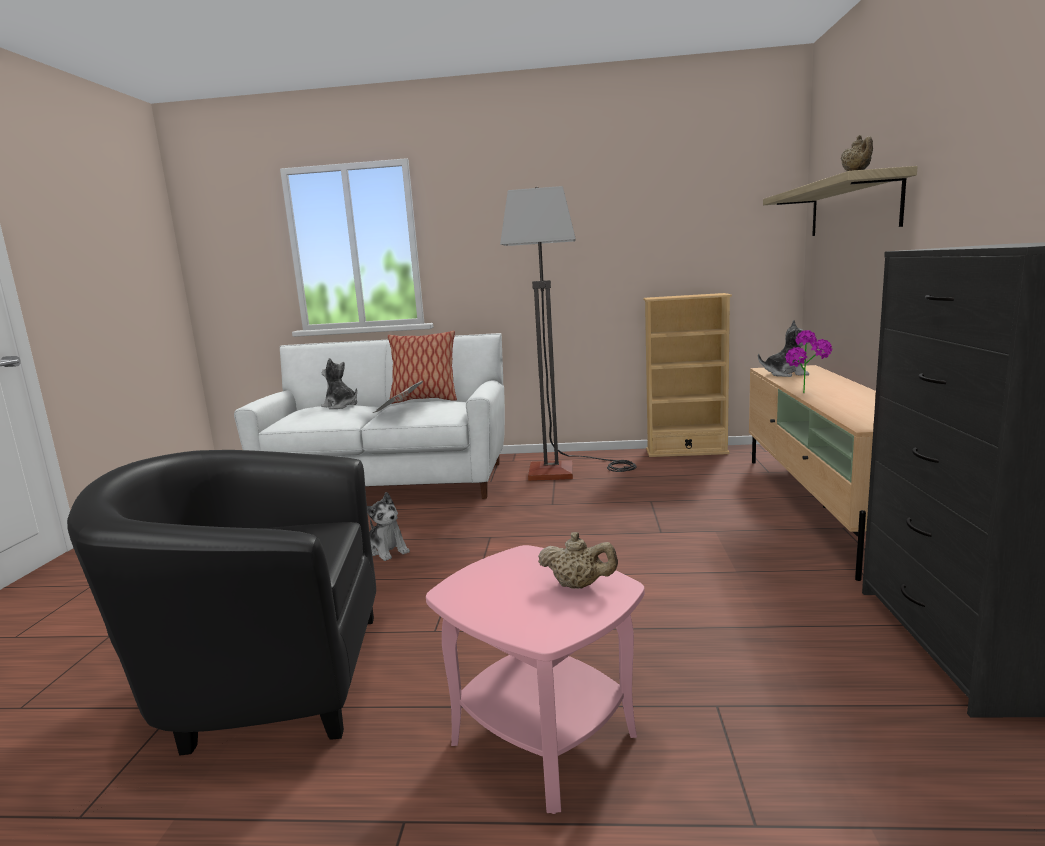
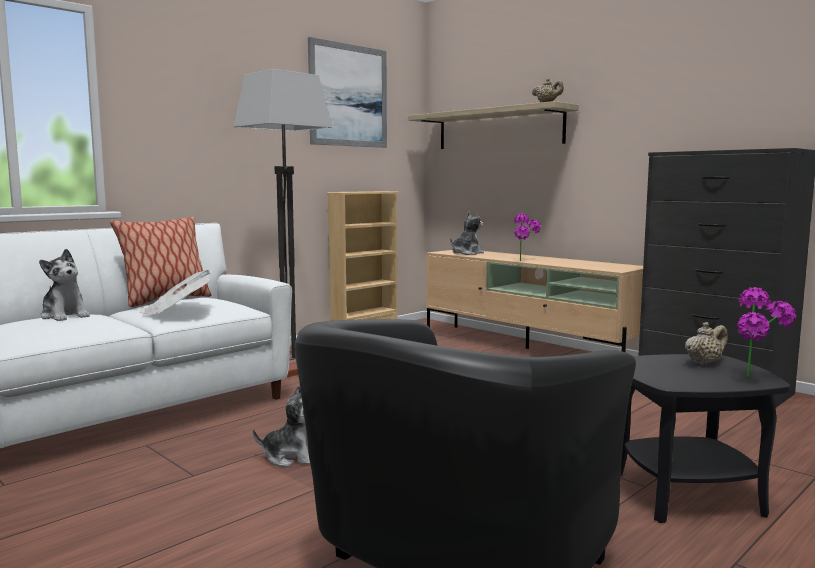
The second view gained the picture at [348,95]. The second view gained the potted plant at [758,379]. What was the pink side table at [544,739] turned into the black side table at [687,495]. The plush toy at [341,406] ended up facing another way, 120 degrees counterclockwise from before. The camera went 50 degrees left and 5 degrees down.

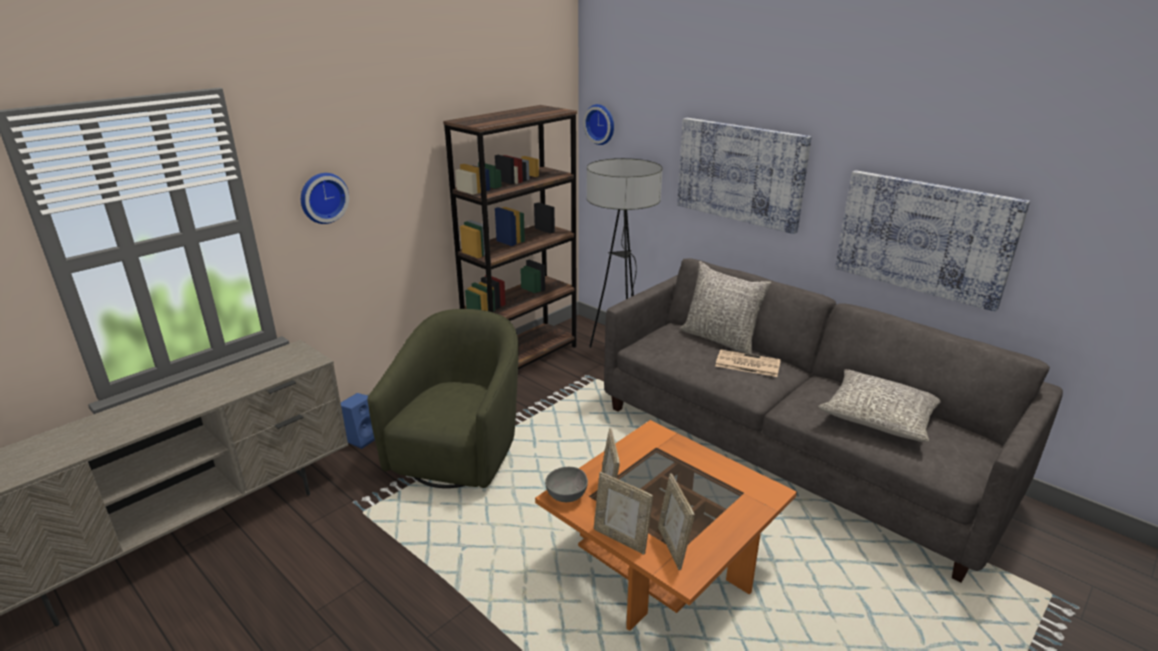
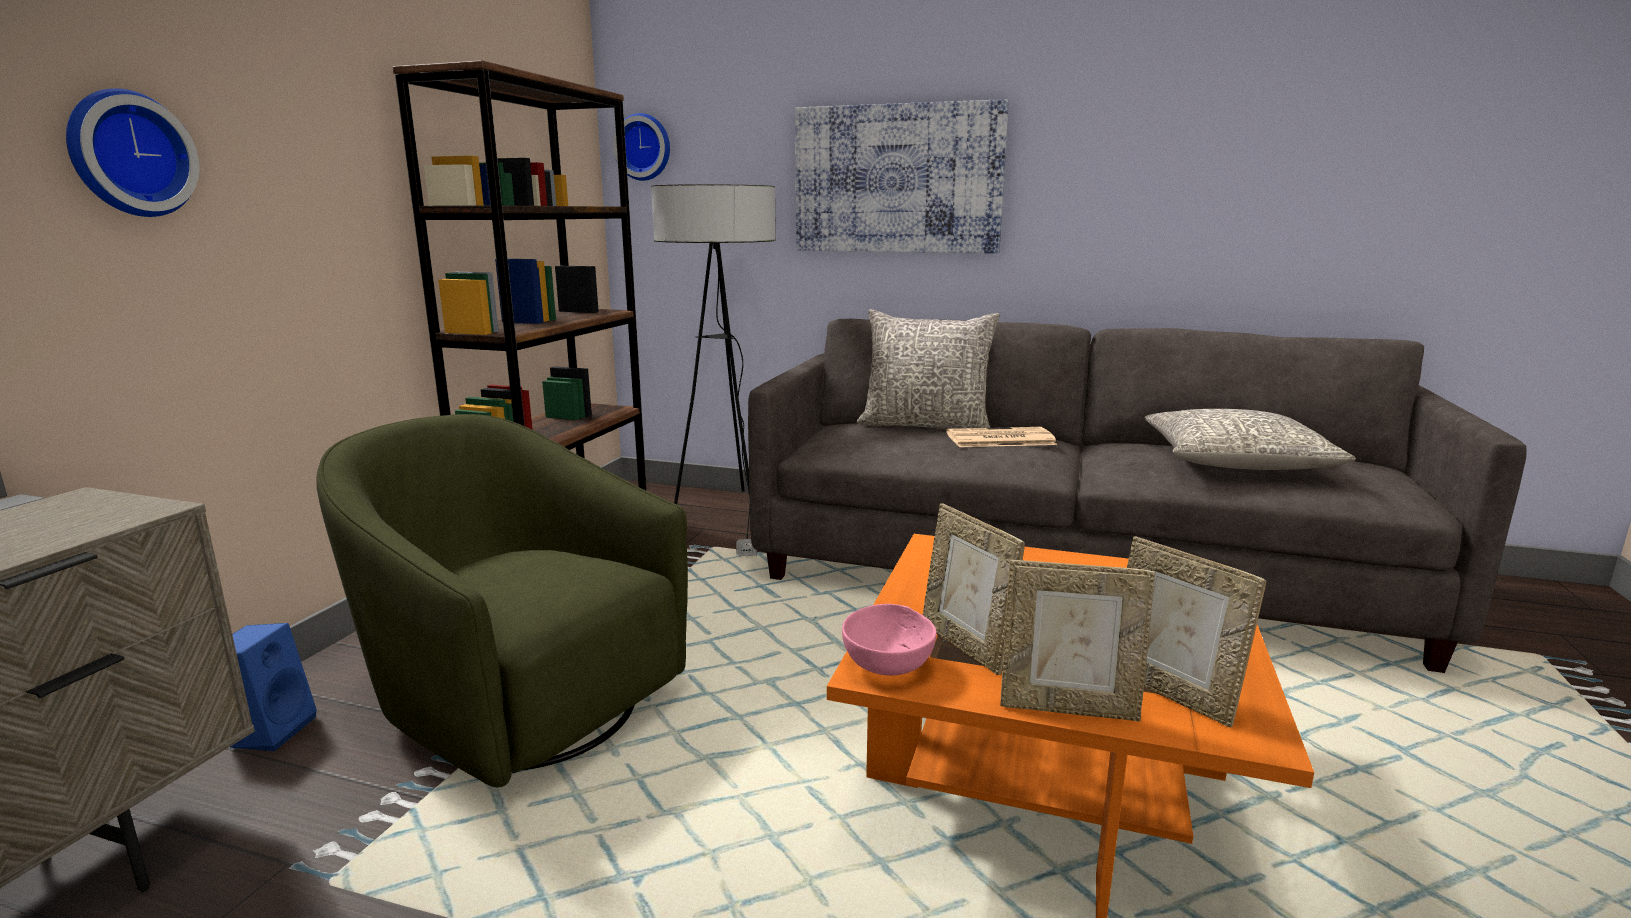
The second view lost the picture at [924,236]. What was the grey bowl at [568,495] turned into the pink bowl at [889,665]. The green armchair at [459,452] ended up facing another way, 45 degrees counterclockwise from before. The camera went 25 degrees left and 10 degrees down.

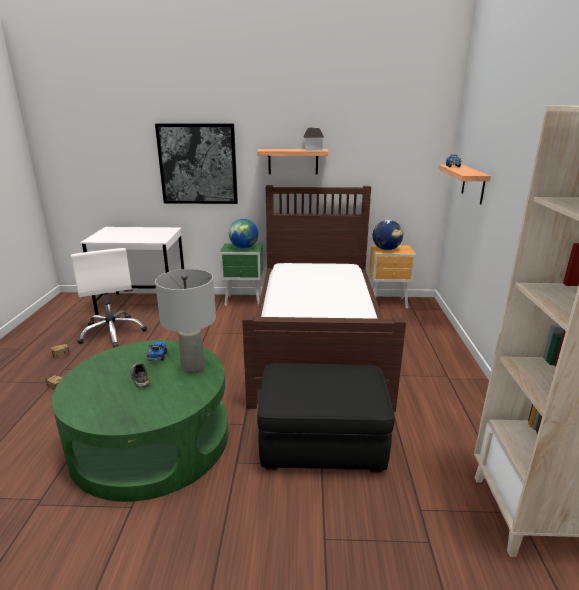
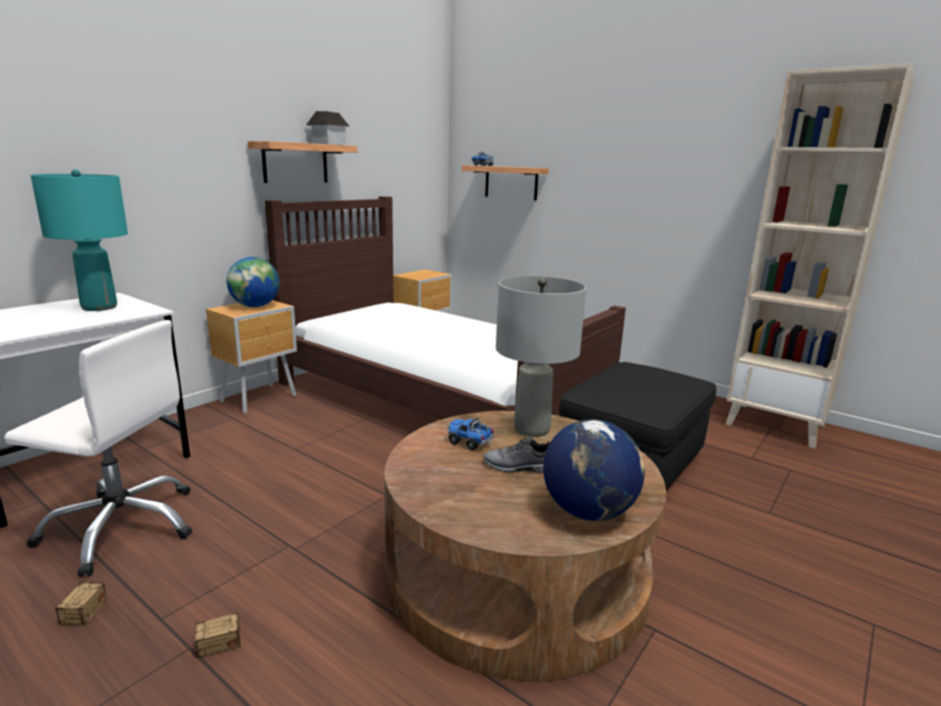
The second view lost the picture at [198,164]. The second view gained the turquoise table lamp at [99,307]. The globe ended up elsewhere, having gone from [386,249] to [588,511]. What was the green coffee table at [151,439] turned into the brown coffee table at [515,571]. What was the green nightstand at [244,301] turned into the brown nightstand at [261,399]. The camera went 55 degrees left and 5 degrees down.

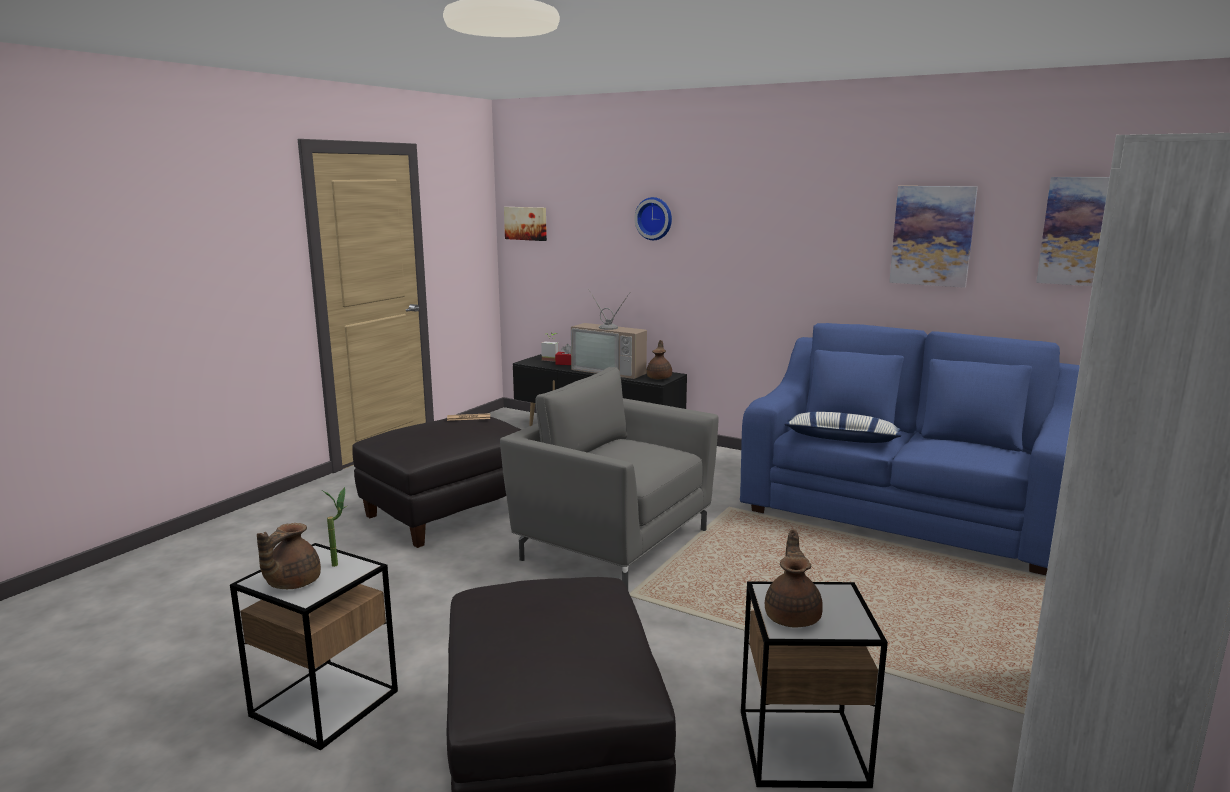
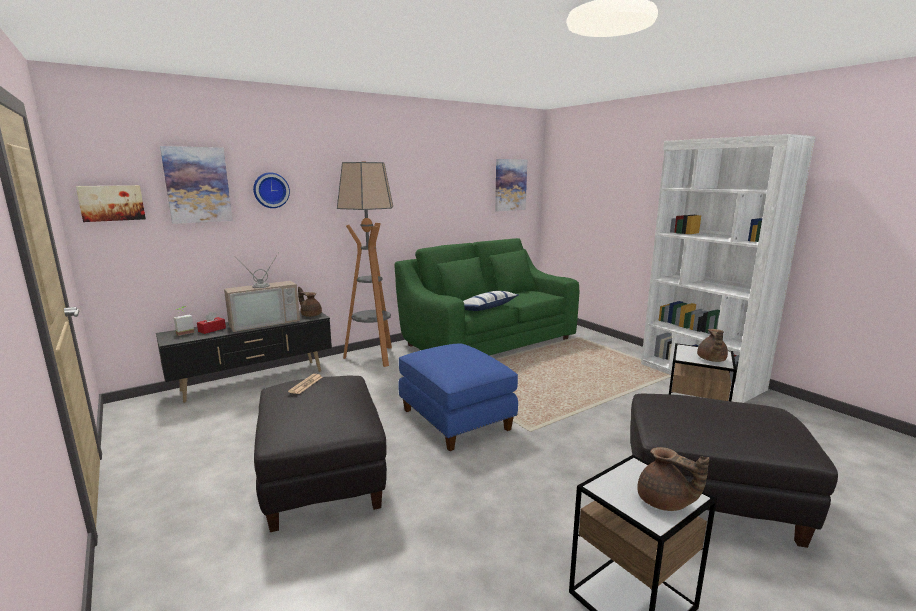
The second view lost the potted plant at [341,563]. The second view gained the floor lamp at [373,357]. The picture ended up elsewhere, having gone from [932,236] to [197,185]. Where the grey armchair stood at [613,543], the blue ottoman came to stand at [454,419]. What was the blue sofa at [903,512] turned into the green sofa at [488,341]. The brown teapot at [793,616] ended up facing another way, 105 degrees counterclockwise from before. The camera went 65 degrees left and 0 degrees up.

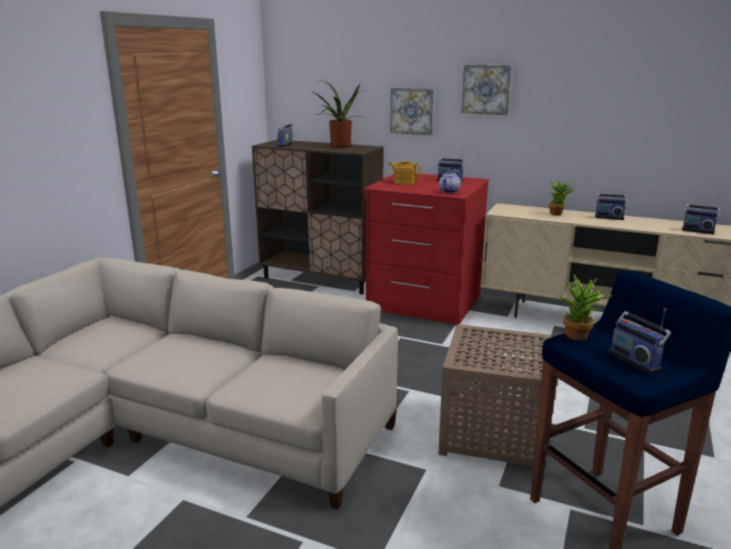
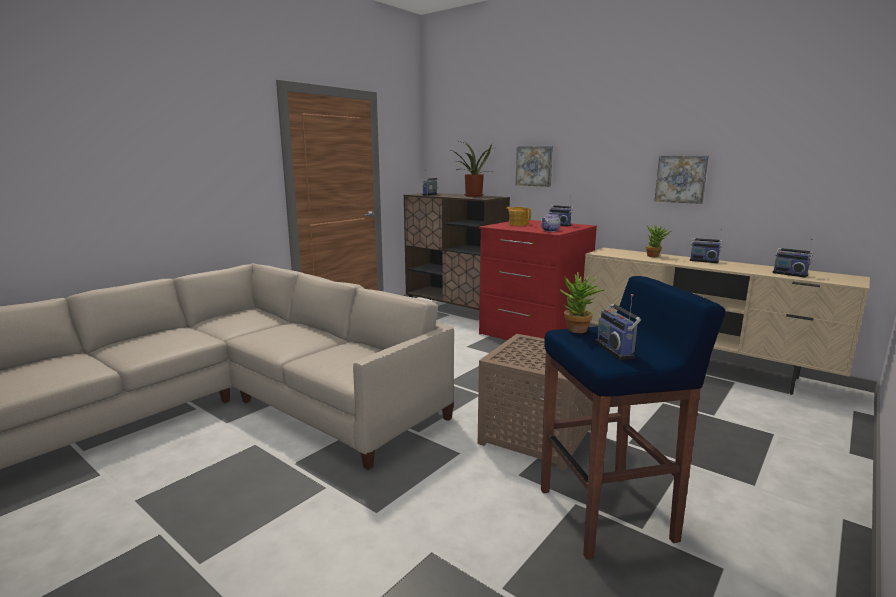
The picture ended up elsewhere, having gone from [486,89] to [681,179]. The camera went 15 degrees right and 5 degrees down.

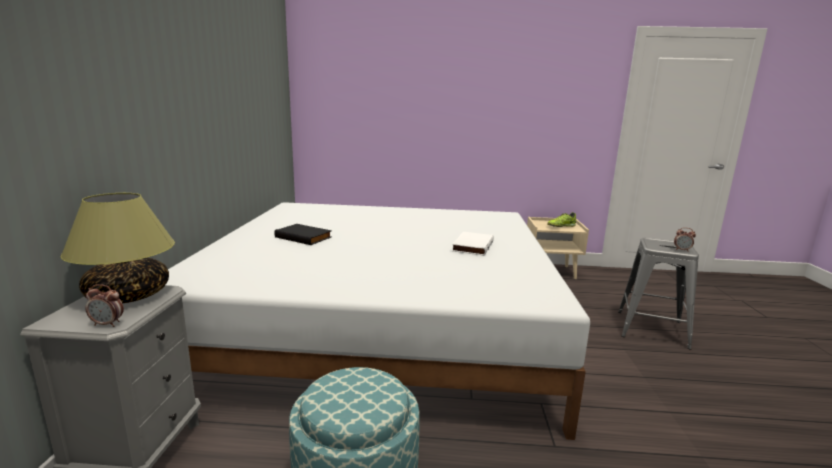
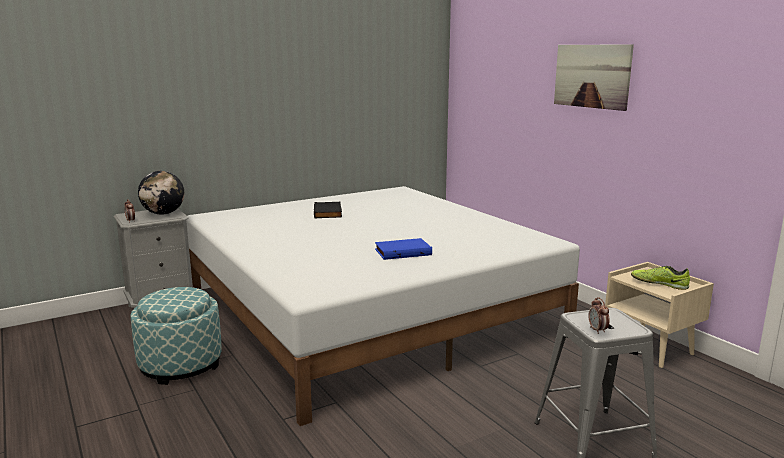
The second view gained the picture at [592,76]. Where the table lamp stood at [129,296], the globe came to stand at [163,213]. What was the white book at [472,246] turned into the blue book at [403,252]. The camera went 55 degrees right and 0 degrees up.

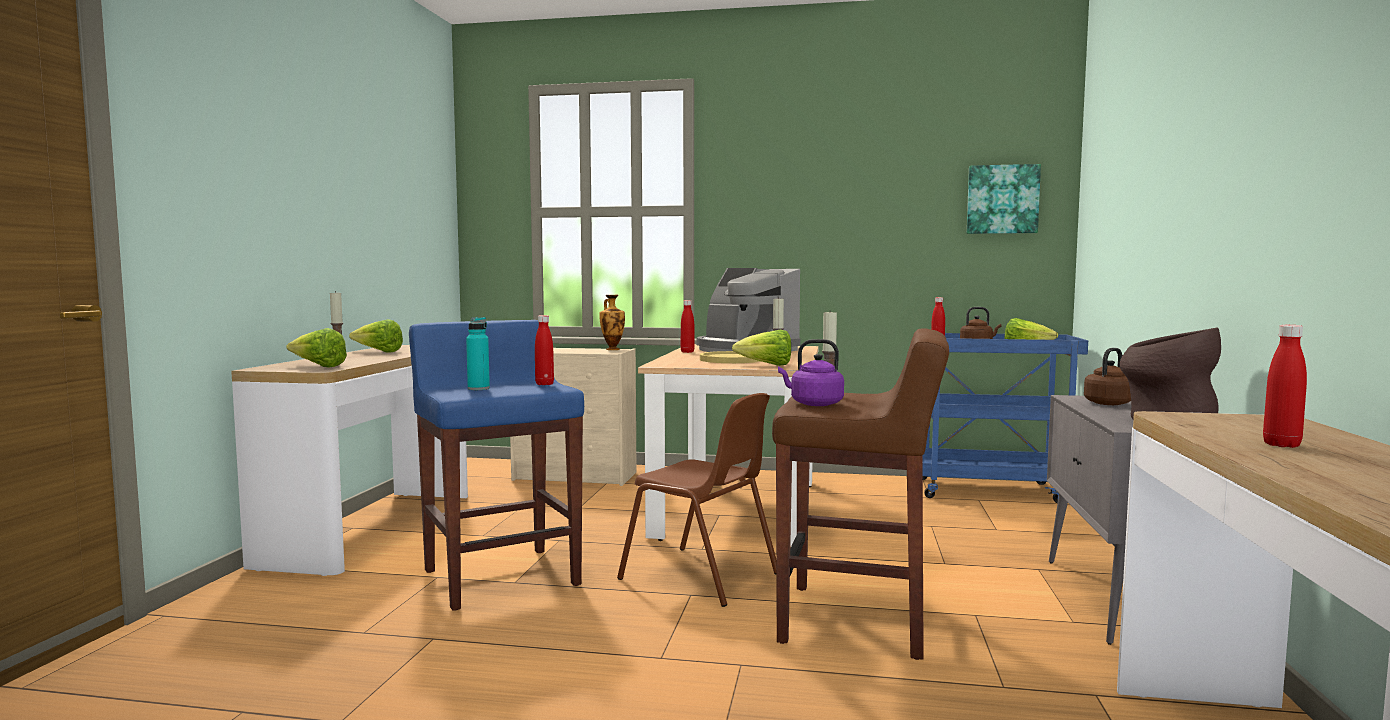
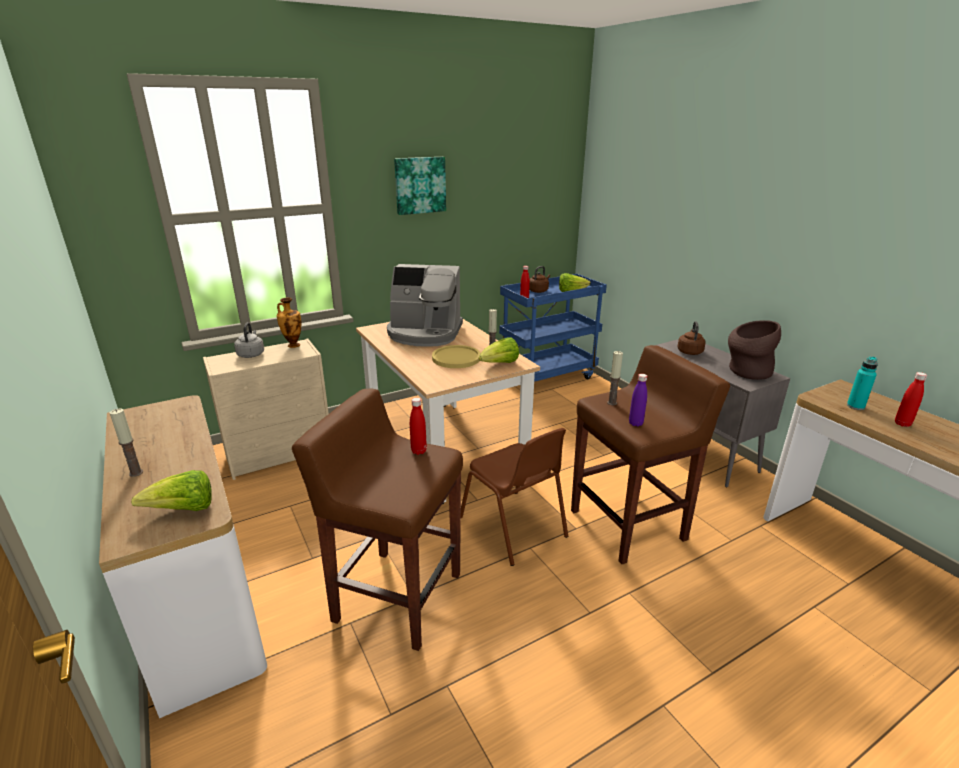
The second view lost the lettuce at [378,352]. The second view lost the red bottle at [687,352]. The second view gained the grey kettle at [251,354]. The turquoise bottle ended up elsewhere, having gone from [478,389] to [855,406]. The picture ended up elsewhere, having gone from [1002,199] to [419,185]. Where the purple kettle stood at [813,404], the purple bottle came to stand at [635,423]. What was the blue stool at [501,577] turned into the brown stool at [396,596]. The brown chair at [701,577] ended up facing another way, 60 degrees clockwise from before. The camera went 40 degrees left and 20 degrees up.

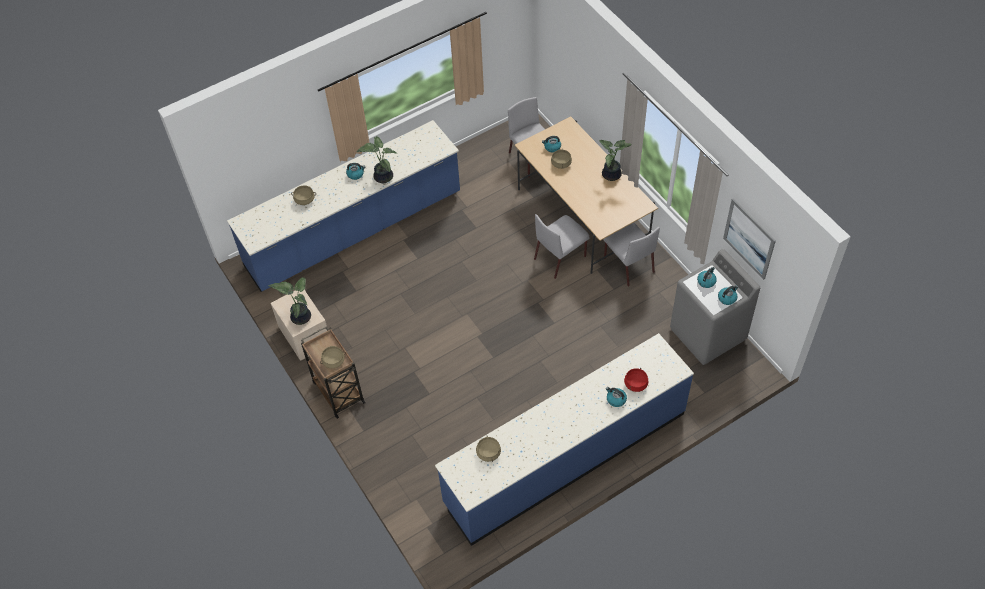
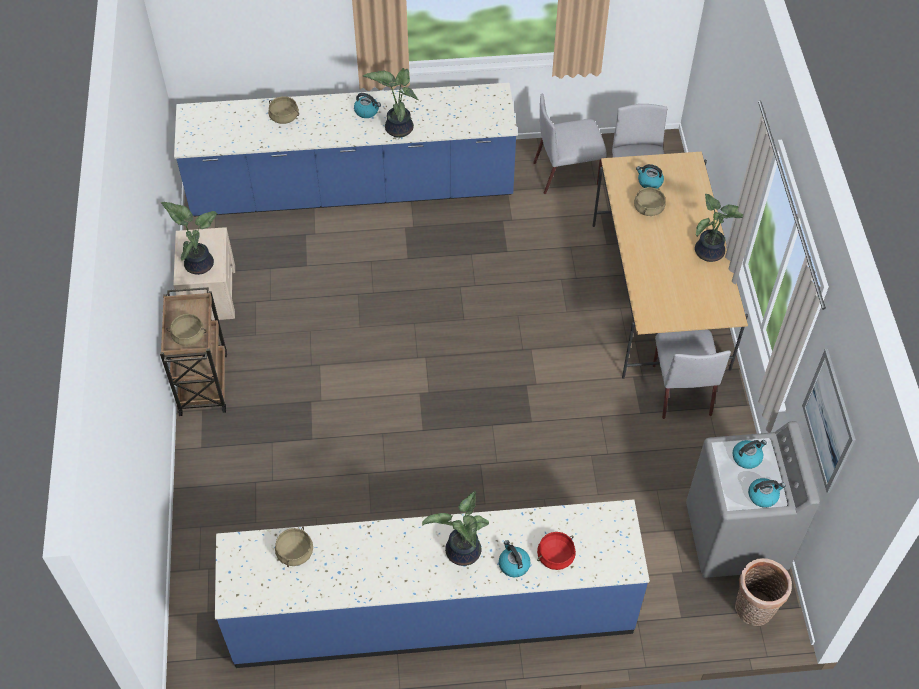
The second view gained the potted plant at [462,553]. The second view gained the basket at [753,610]. The grey chair ended up elsewhere, having gone from [560,257] to [567,173]. The camera went 25 degrees right and 0 degrees up.

